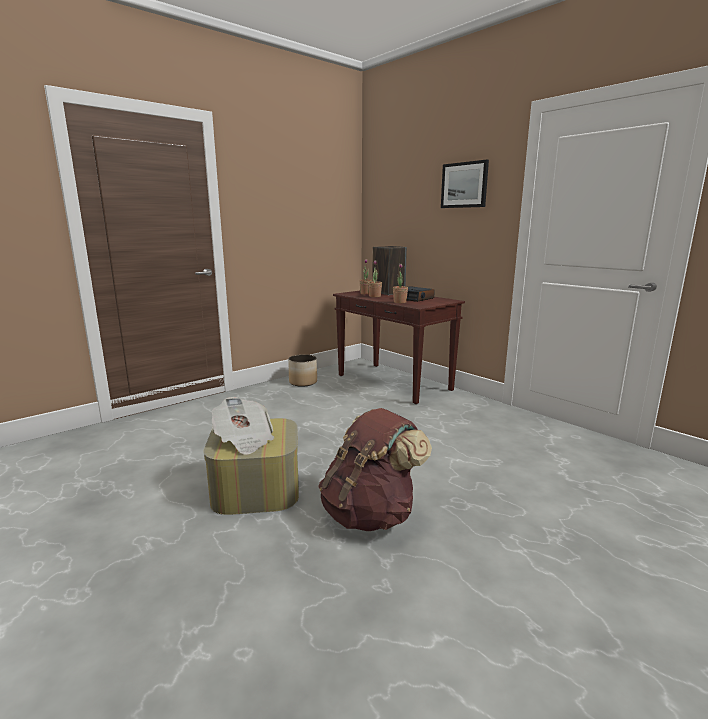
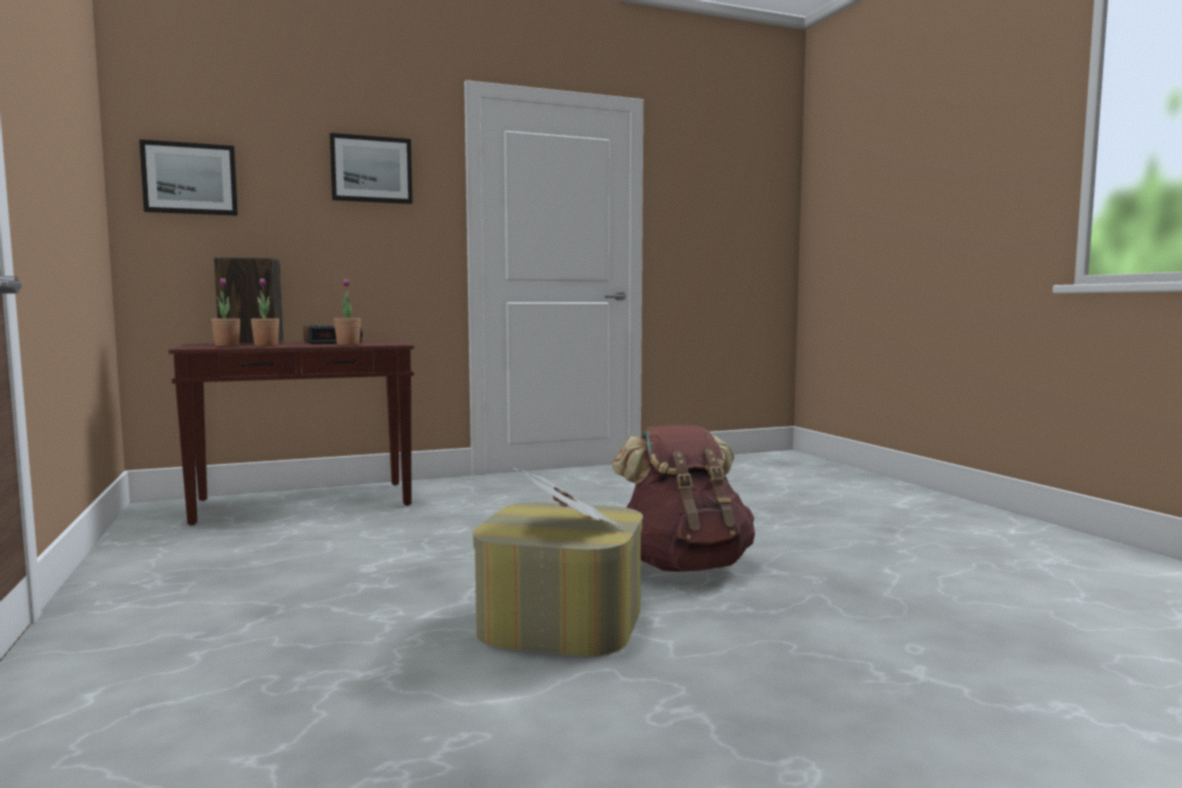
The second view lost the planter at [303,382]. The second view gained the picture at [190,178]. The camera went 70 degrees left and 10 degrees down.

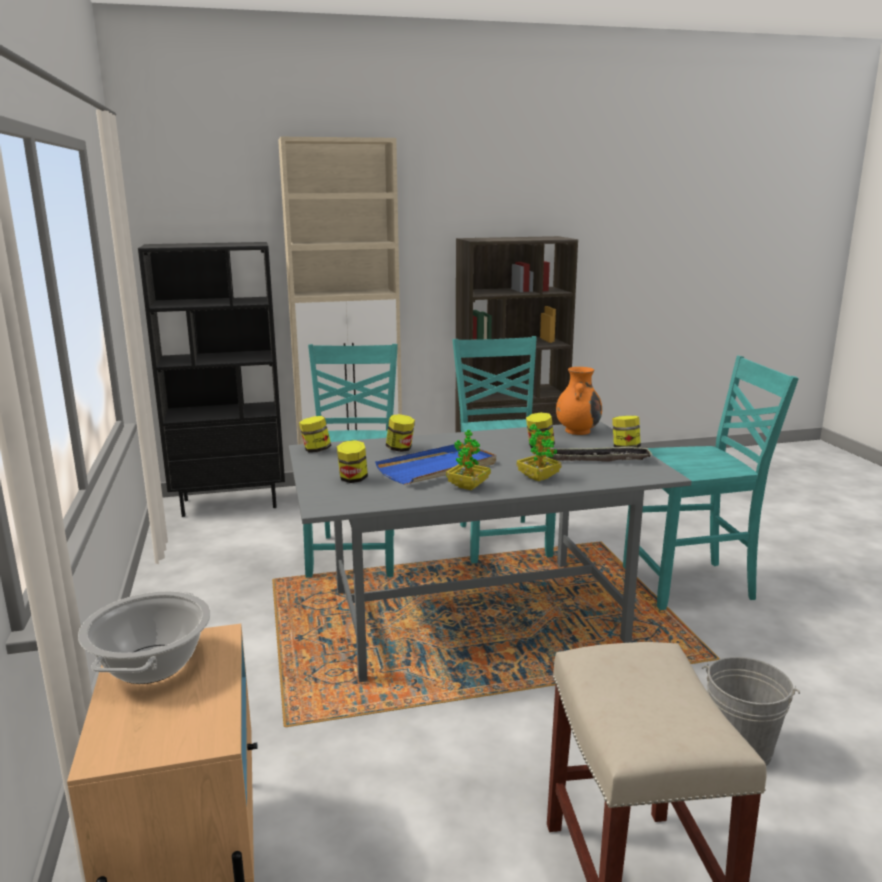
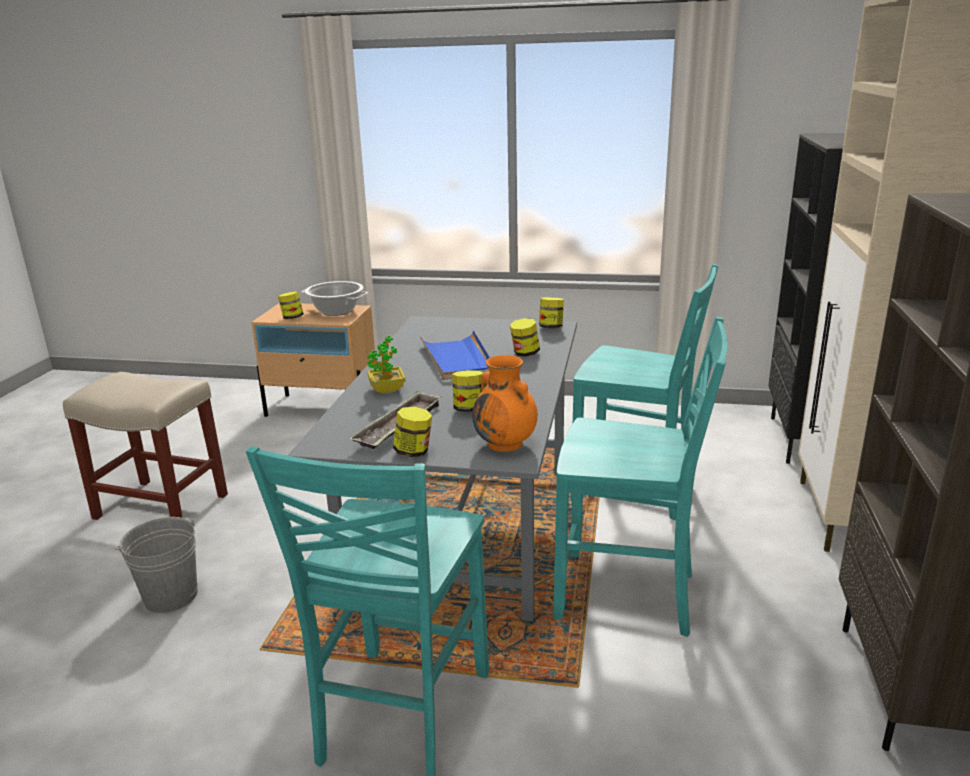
The second view lost the potted plant at [468,486]. The jar ended up elsewhere, having gone from [353,479] to [292,318]. The camera went 115 degrees right and 5 degrees up.

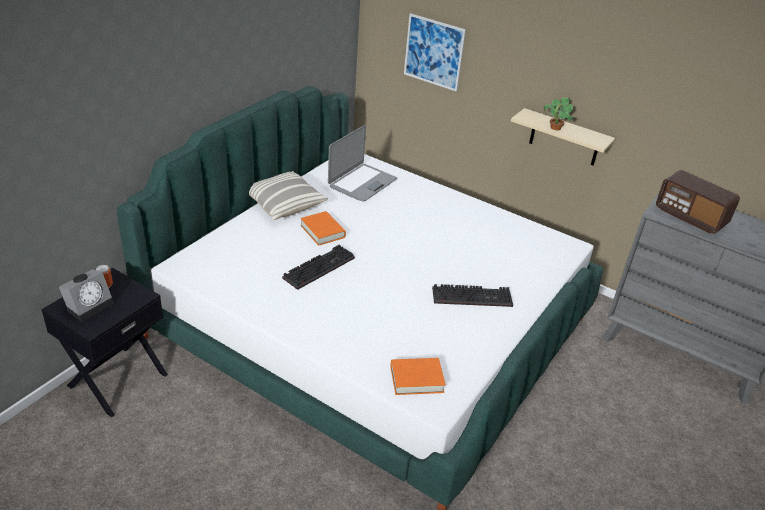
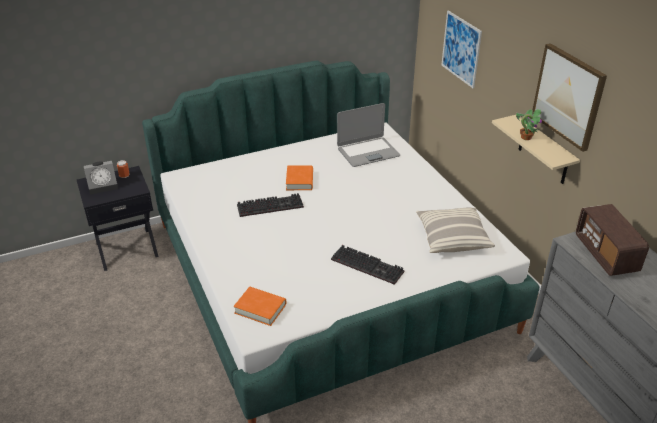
The second view gained the picture at [568,96]. The pillow ended up elsewhere, having gone from [283,204] to [452,238]. The camera went 35 degrees right and 0 degrees up.

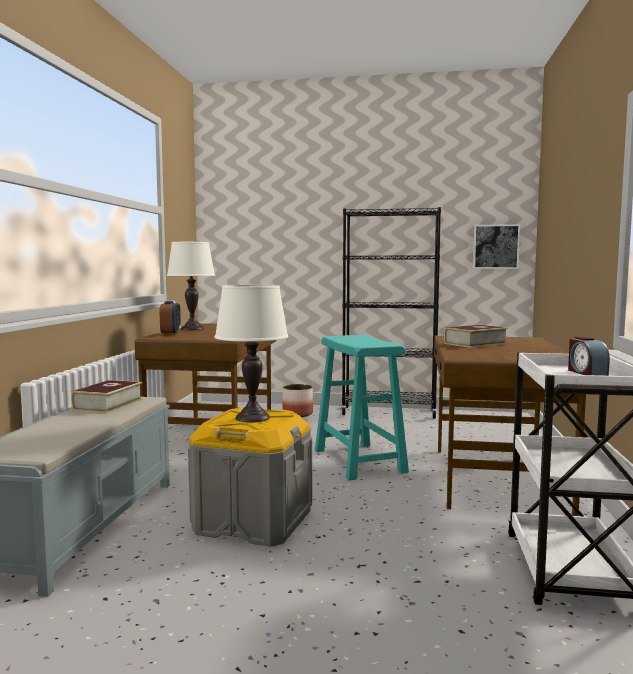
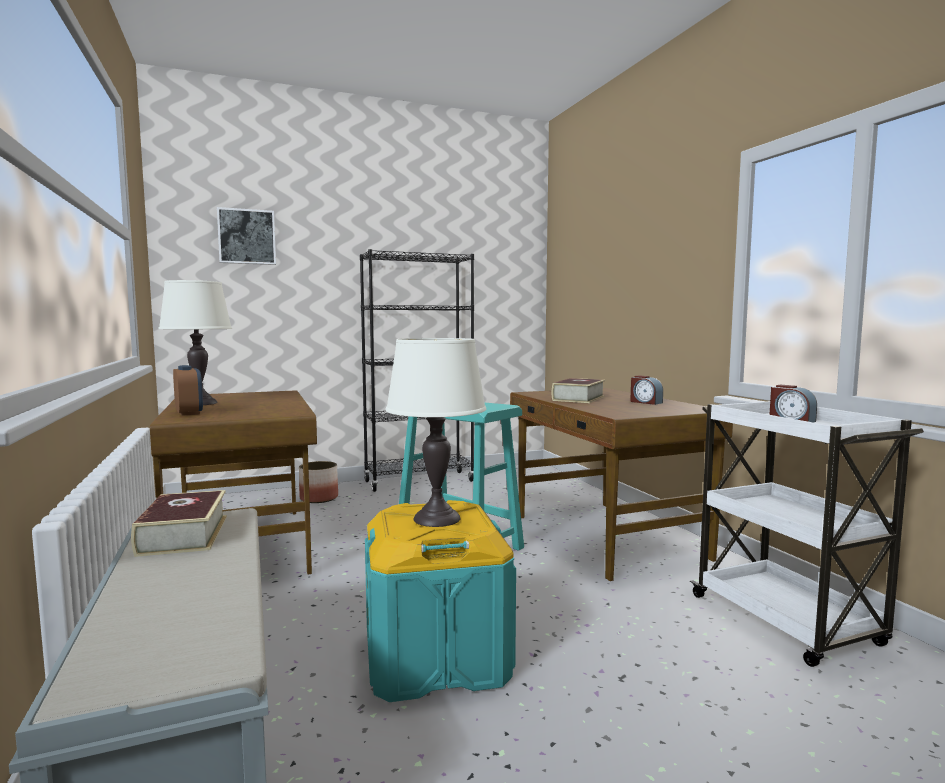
The second view gained the alarm clock at [645,402]. The picture ended up elsewhere, having gone from [495,246] to [247,237]. What was the grey storage box at [253,521] turned into the turquoise storage box at [437,657]. The camera went 30 degrees left and 0 degrees up.

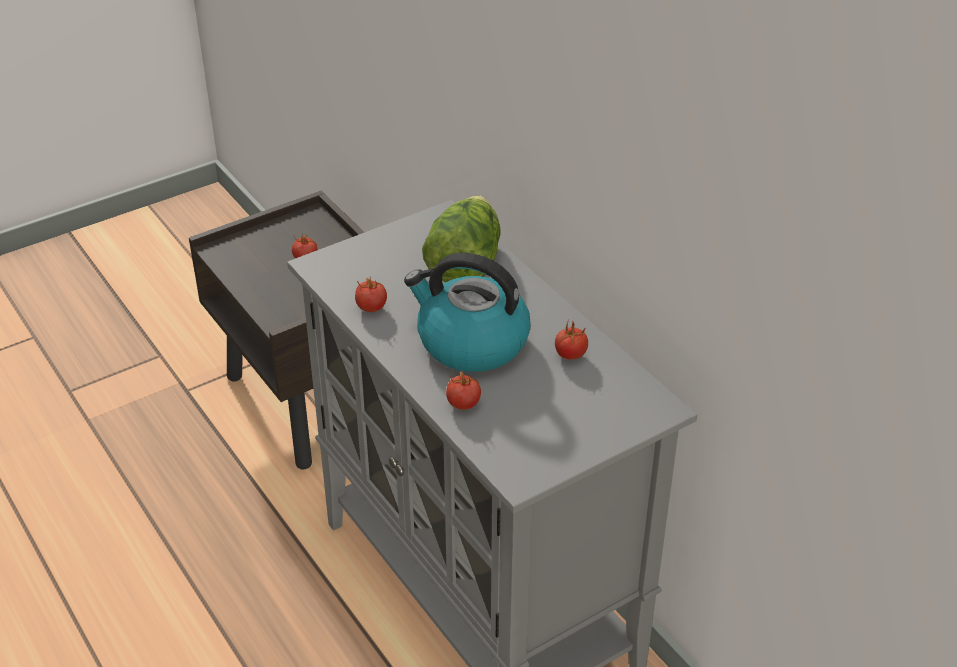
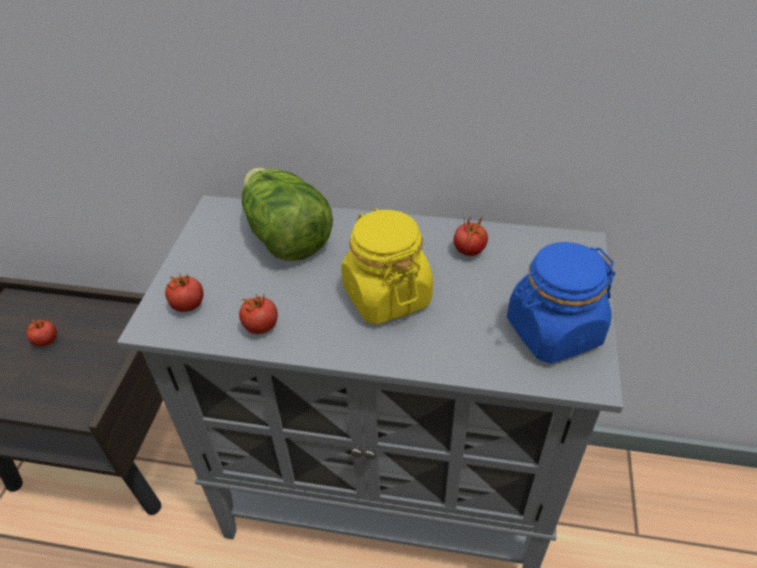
The second view gained the blue jar at [553,331]. The tomato ended up elsewhere, having gone from [463,404] to [188,305]. Where the kettle stood at [471,343], the yellow jar came to stand at [386,295]. The camera went 45 degrees left and 5 degrees up.

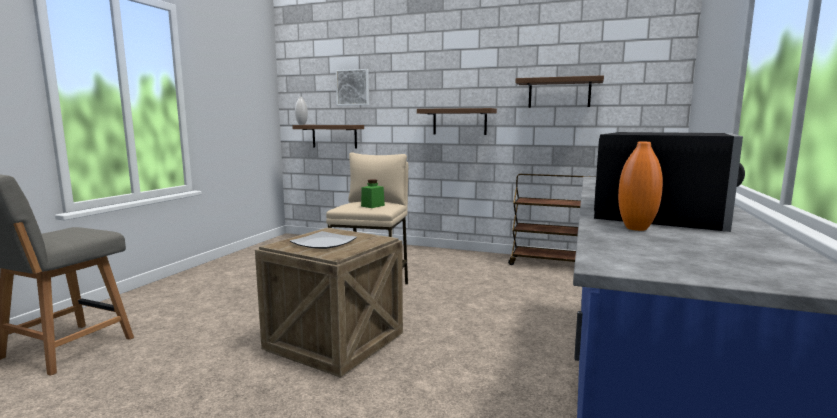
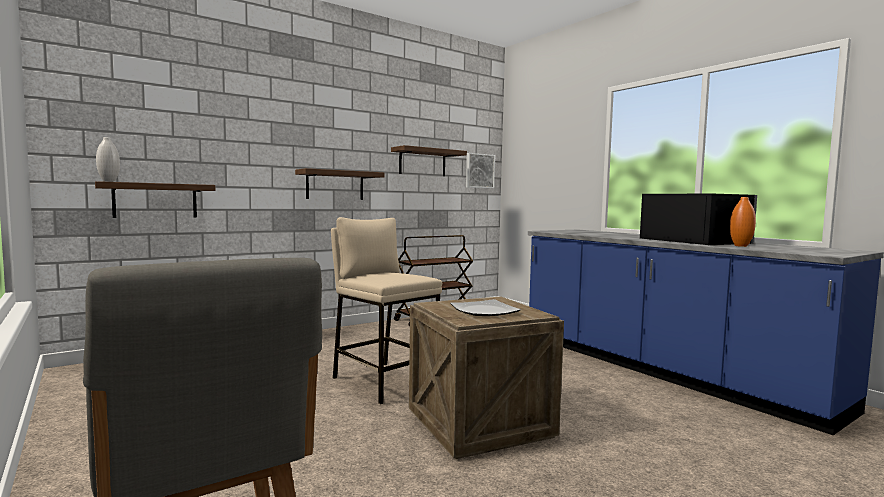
The second view lost the green jar at [372,206]. The picture ended up elsewhere, having gone from [353,87] to [479,171]. The camera went 55 degrees left and 5 degrees down.

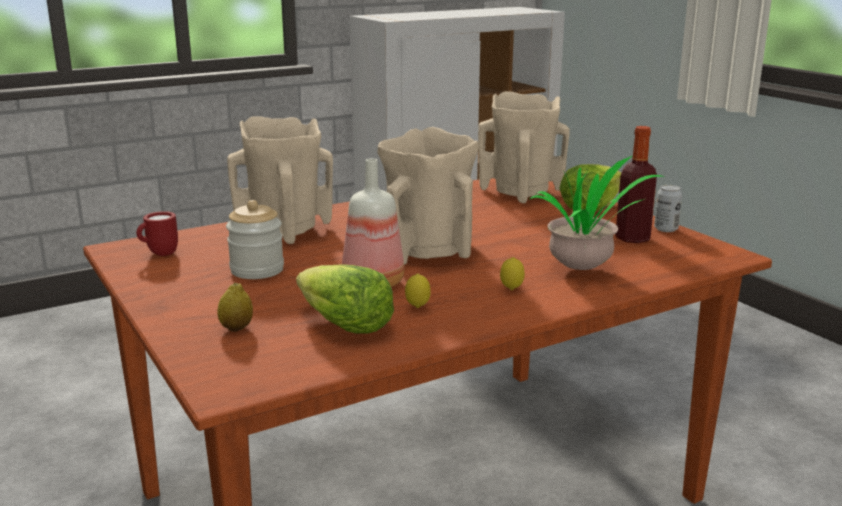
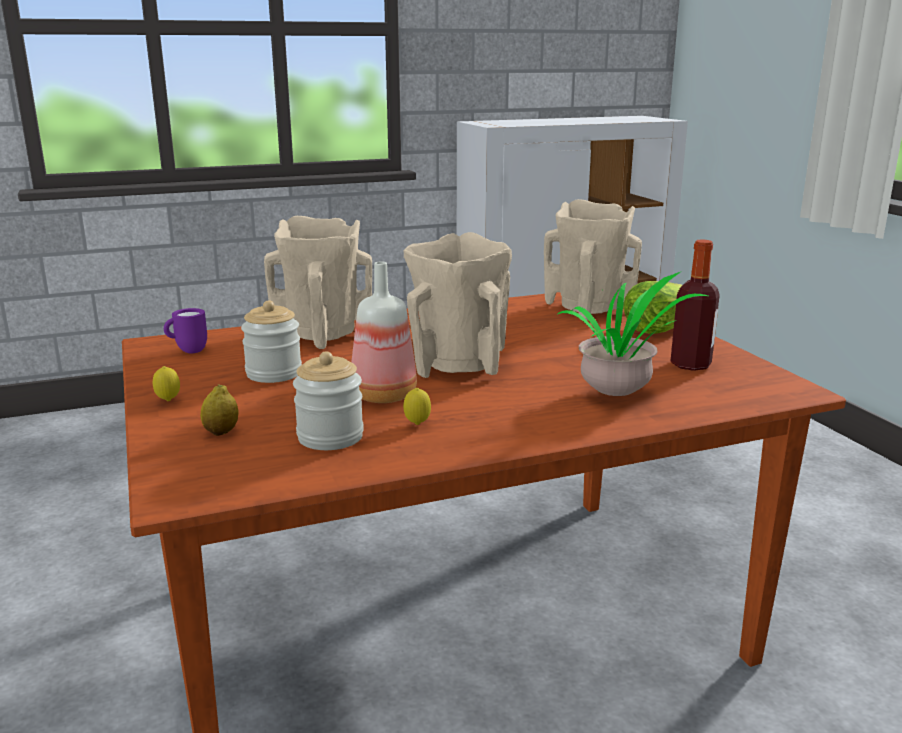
The second view lost the can at [666,229]. The lemon ended up elsewhere, having gone from [511,290] to [168,401]. Where the lettuce stood at [343,325], the jar came to stand at [330,437]. What was the red mug at [159,254] turned into the purple mug at [187,351]. The camera went 10 degrees right and 0 degrees up.

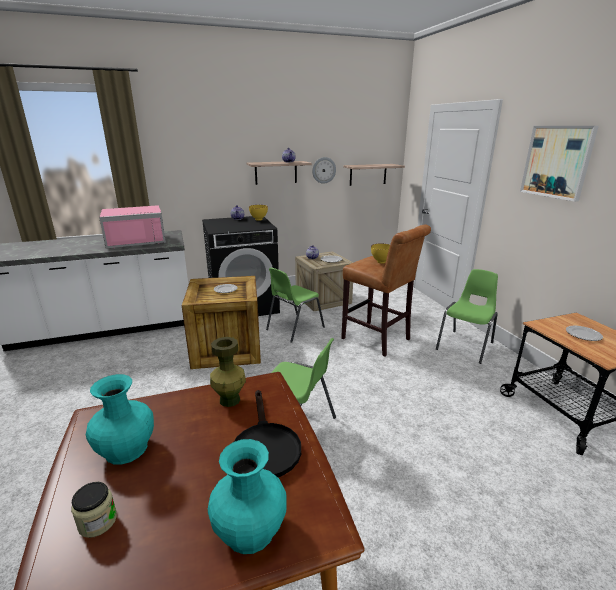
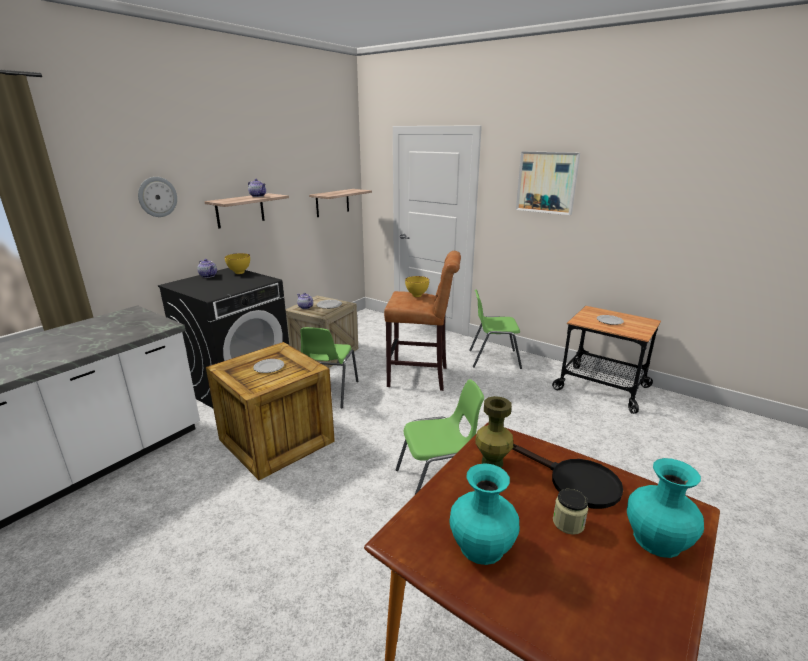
The second view lost the pink microwave at [136,241]. The jar ended up elsewhere, having gone from [98,521] to [568,523]. The wall clock ended up elsewhere, having gone from [323,170] to [157,197]. The green chair at [466,346] ended up facing another way, 90 degrees counterclockwise from before. The camera went 35 degrees left and 0 degrees up.

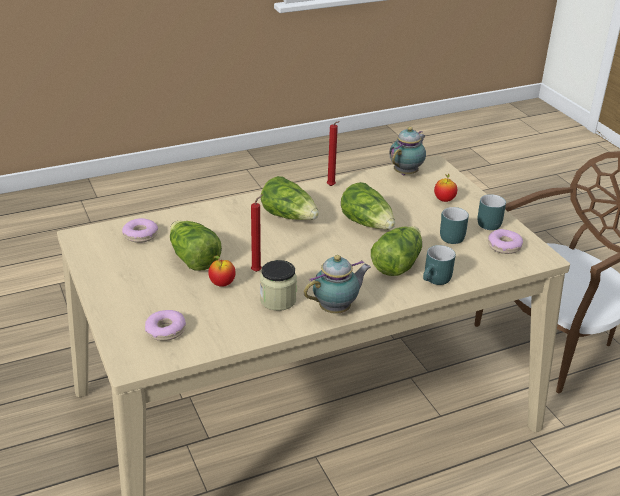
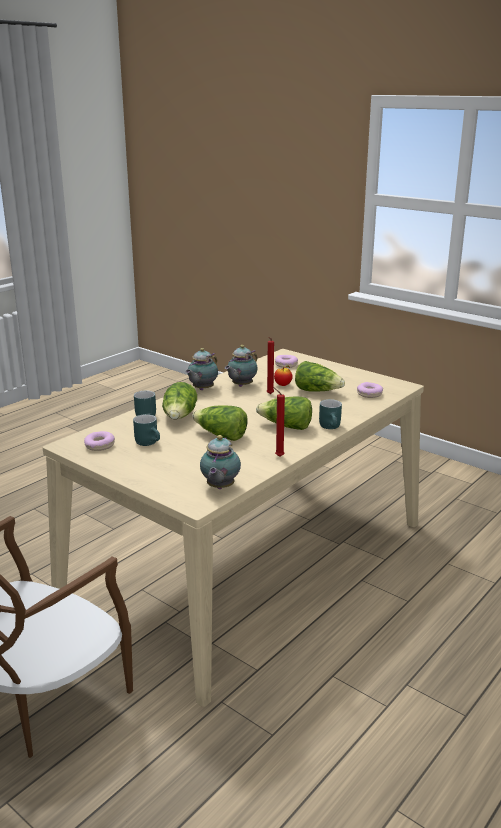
The second view lost the apple at [444,200]. The turquoise mug ended up elsewhere, having gone from [488,222] to [332,427]. Where the jar stood at [278,300], the teapot came to stand at [241,386]. The camera went 155 degrees right and 10 degrees down.

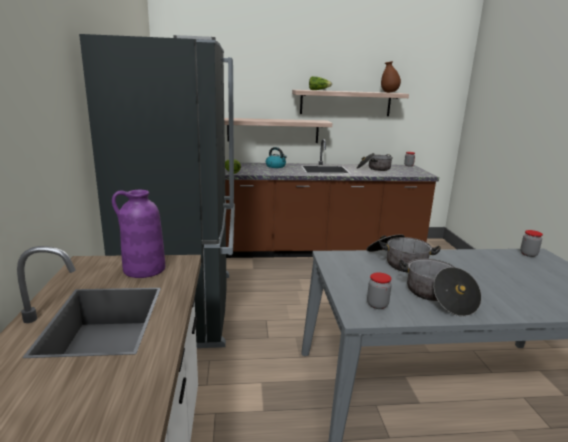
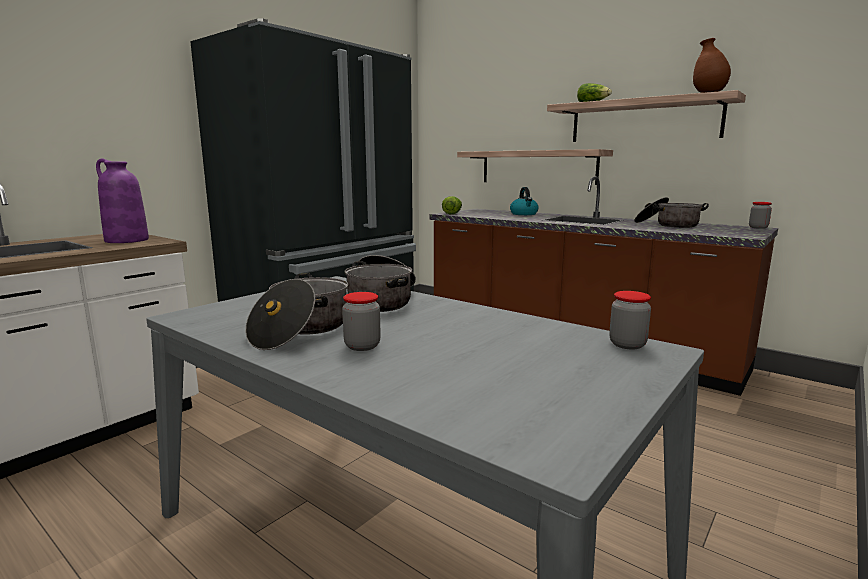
The jar ended up elsewhere, having gone from [377,305] to [362,346]. The camera went 45 degrees right and 5 degrees down.

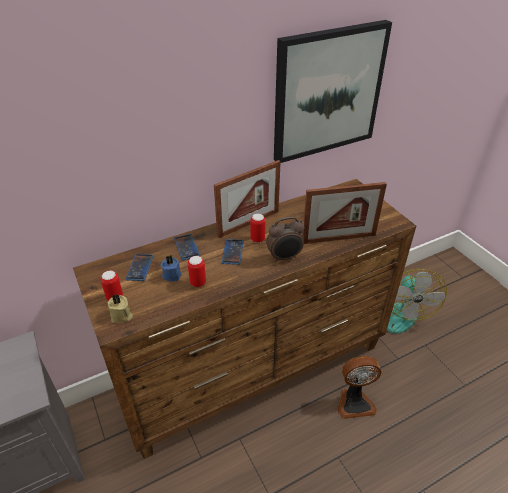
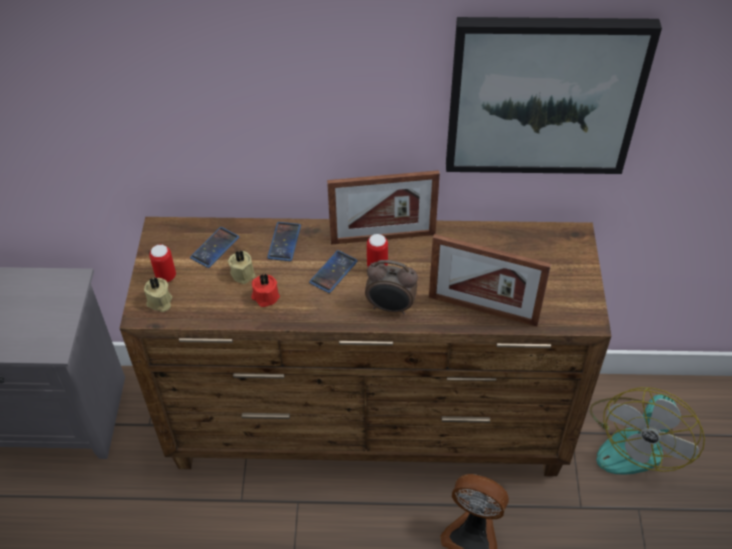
Where the can stood at [198,283], the red candle came to stand at [265,297]. What was the blue candle at [172,275] turned into the beige candle at [243,273]. The camera went 30 degrees right and 10 degrees up.

